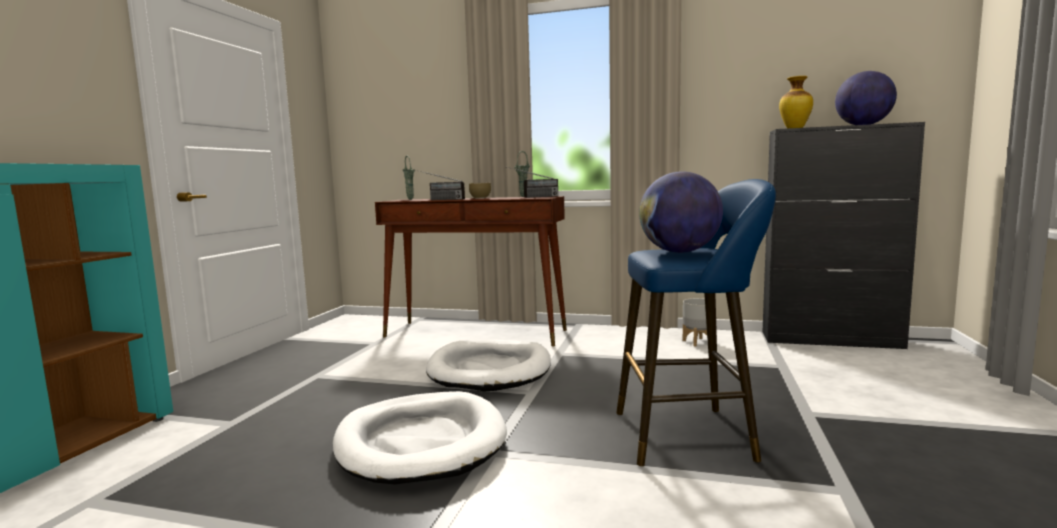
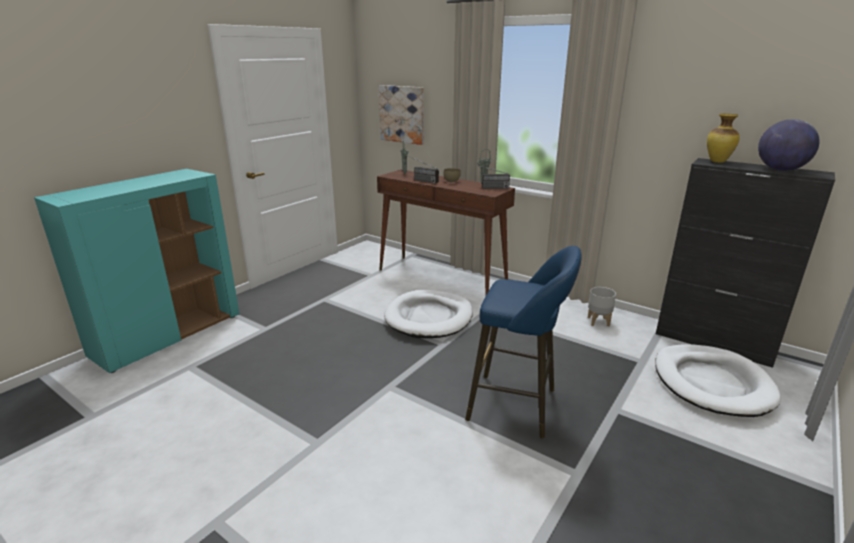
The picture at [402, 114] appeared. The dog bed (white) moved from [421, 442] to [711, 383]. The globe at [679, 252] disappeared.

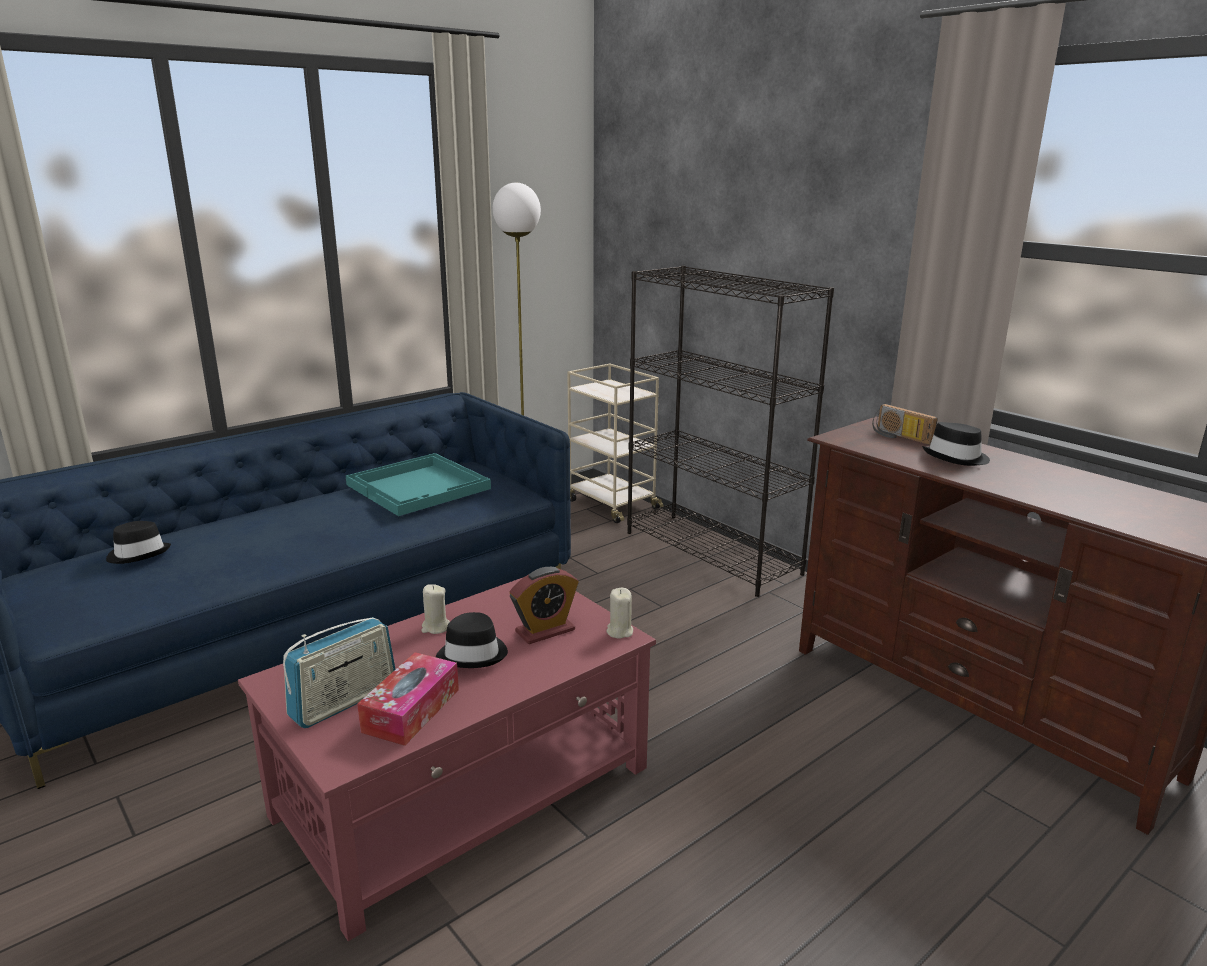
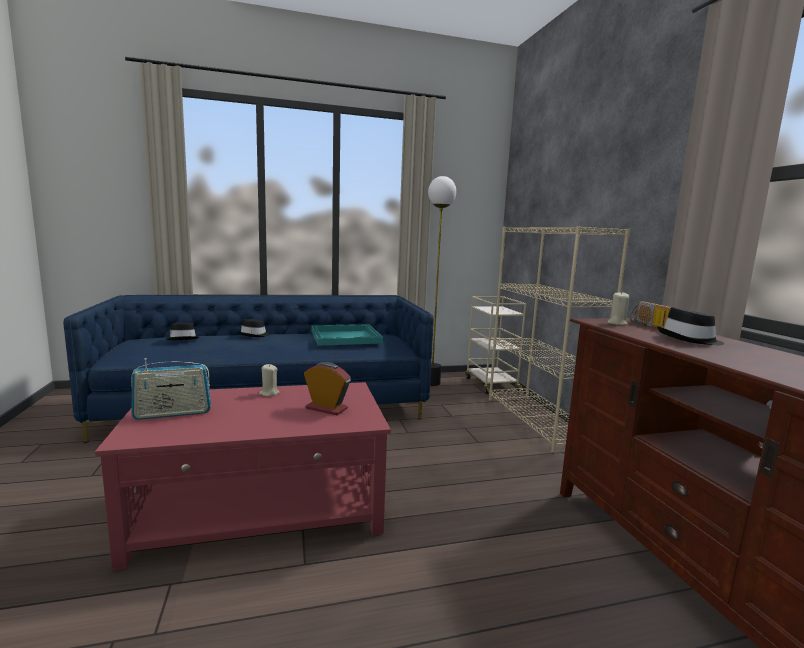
The hat (black) moved from [473, 654] to [254, 335]. The alarm clock at [545, 631] turned 150 degrees counterclockwise. The bookcase (black) at [713, 553] became the bookcase (beige) at [538, 421]. The candle (beige) moved from [619, 631] to [617, 323]. The tissue box at [411, 710] disappeared.

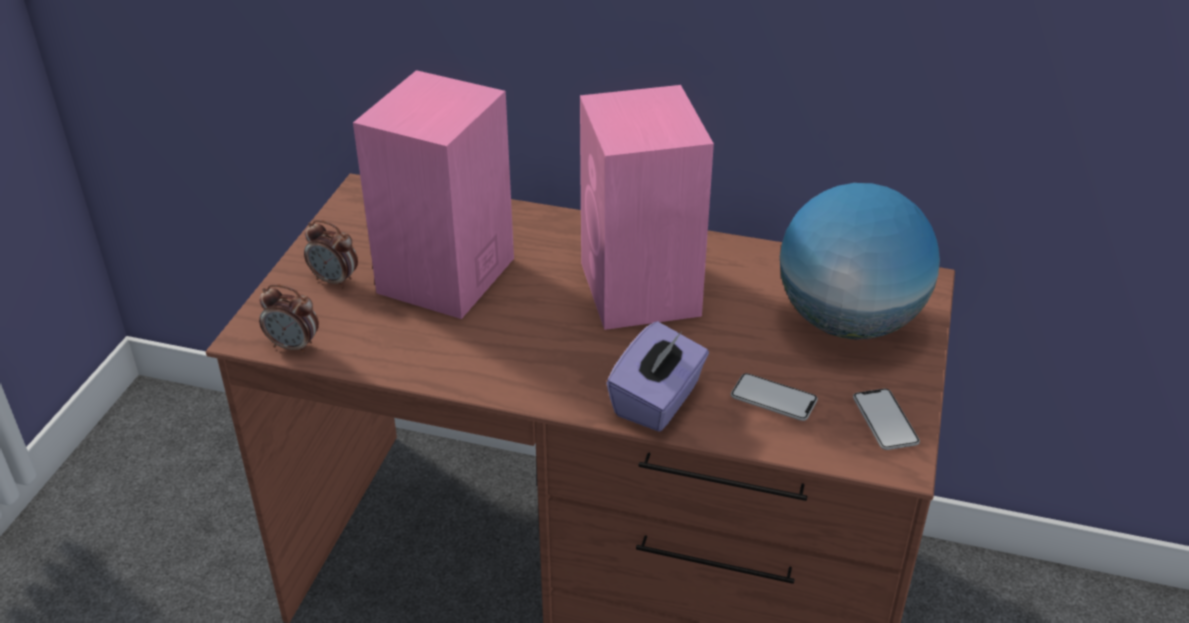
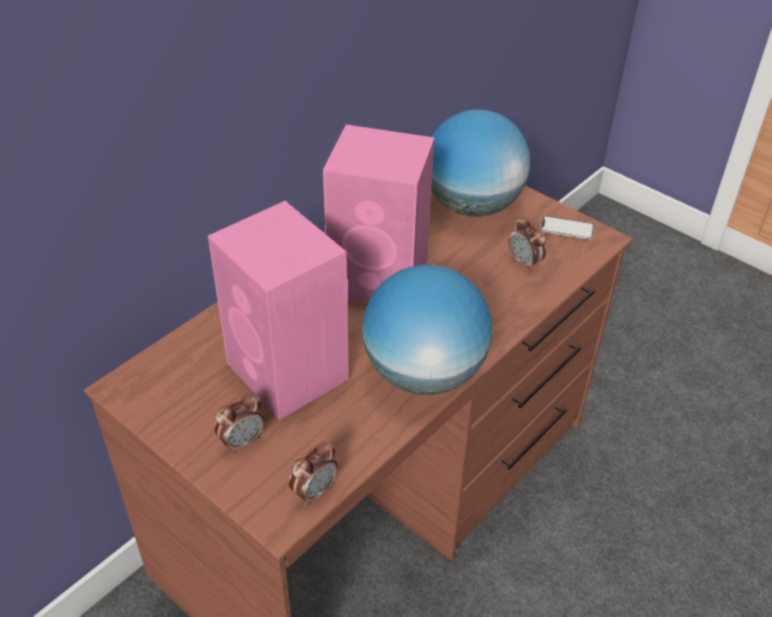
The globe at [424, 373] appeared. The phone at [773, 398] was replaced by the alarm clock at [524, 262]. The tissue box (purple) at [658, 401] disappeared.

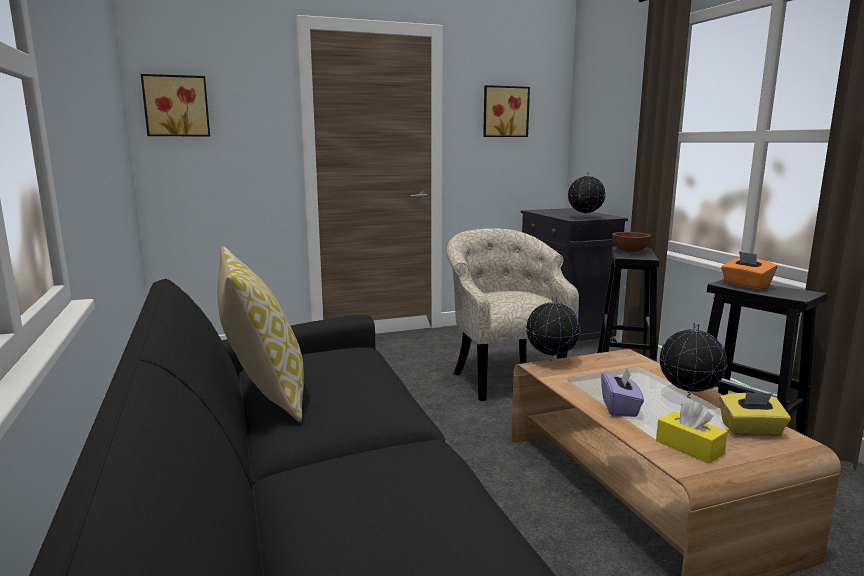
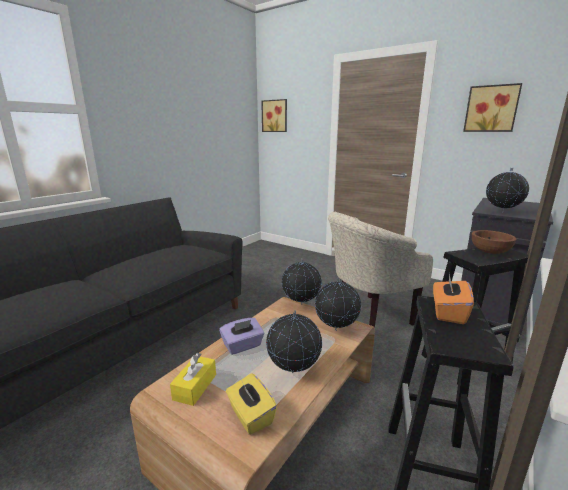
The globe at [336, 329] appeared. The armchair (beige) at [502, 378] turned 150 degrees counterclockwise. The pillow at [264, 394] disappeared.

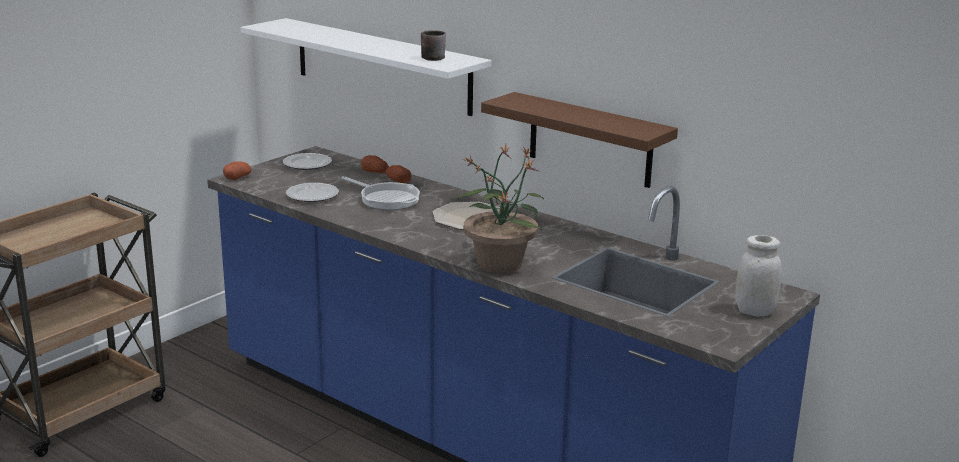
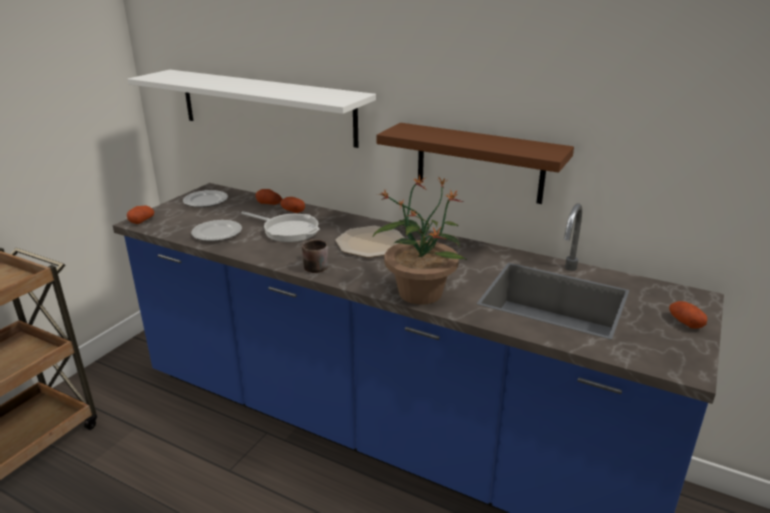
The mug (brown) moved from [430, 57] to [313, 266]. The jar (white) at [754, 311] was replaced by the potato at [685, 323].

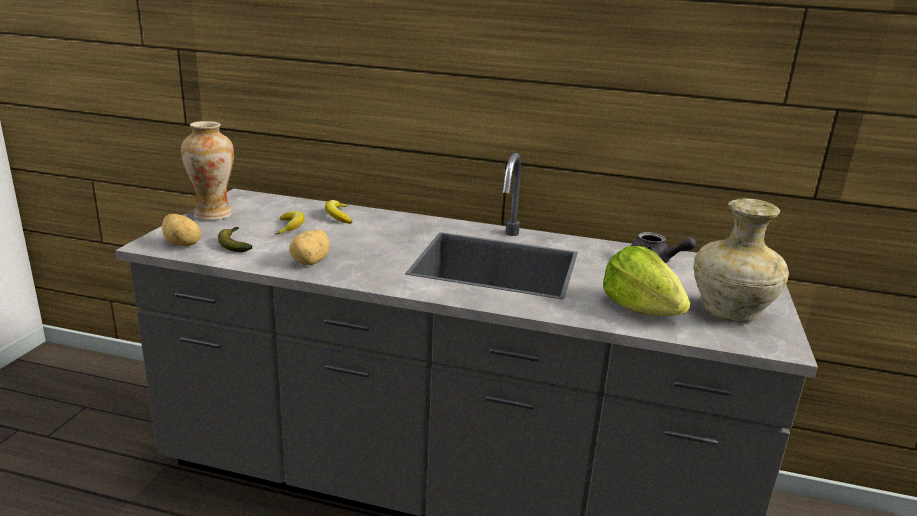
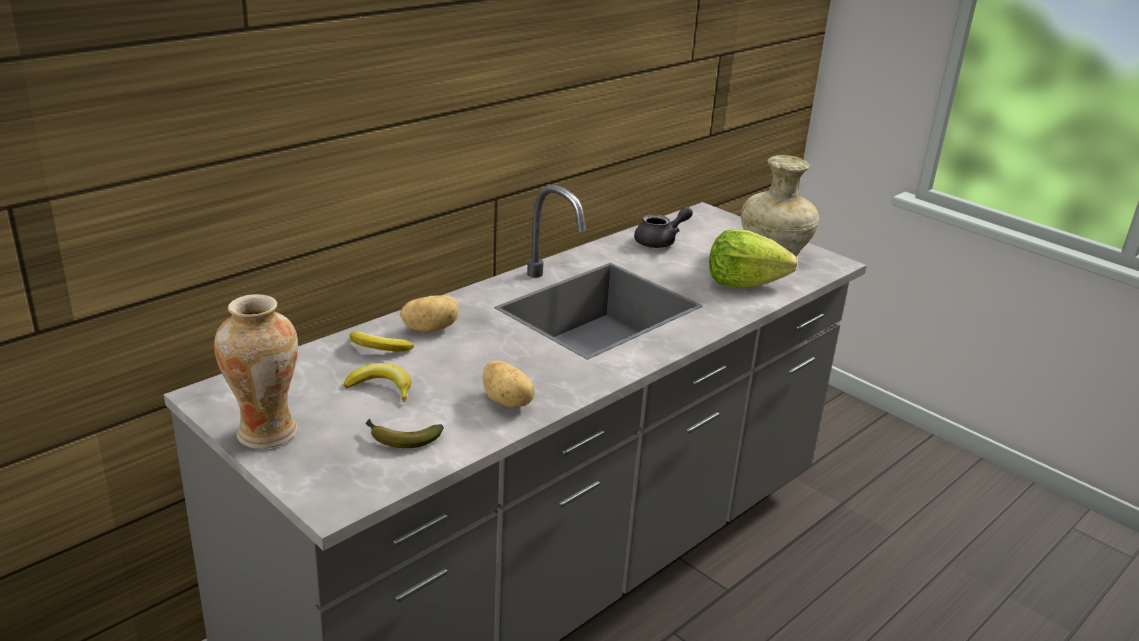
The potato moved from [182, 244] to [430, 329].

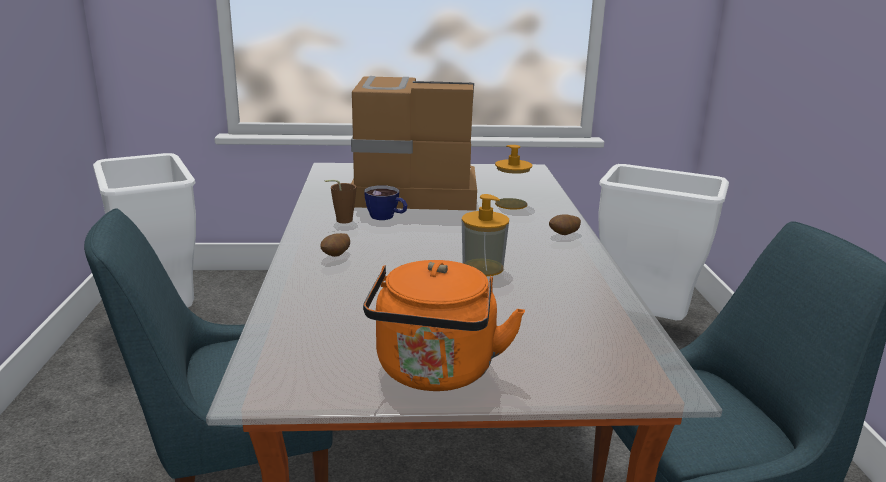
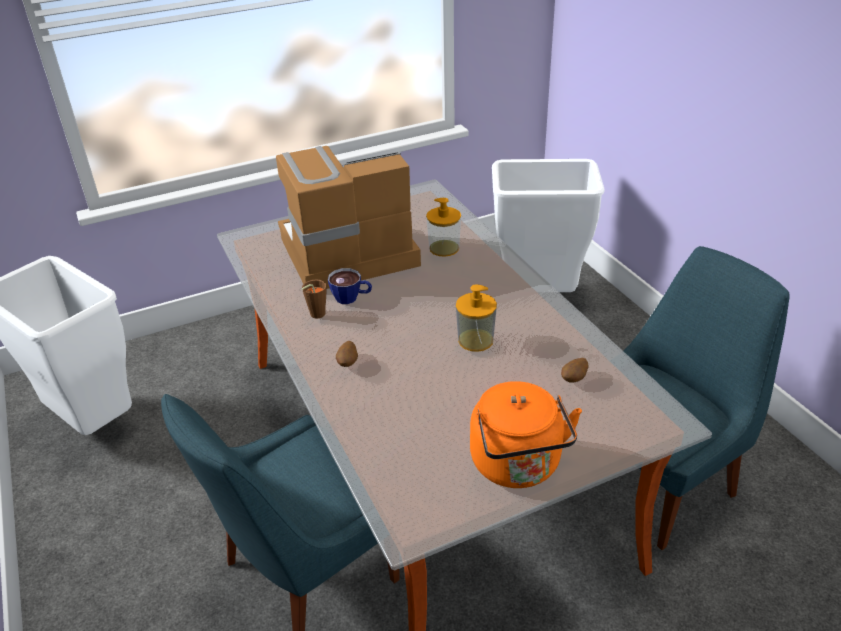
The potato moved from [564, 235] to [574, 379].

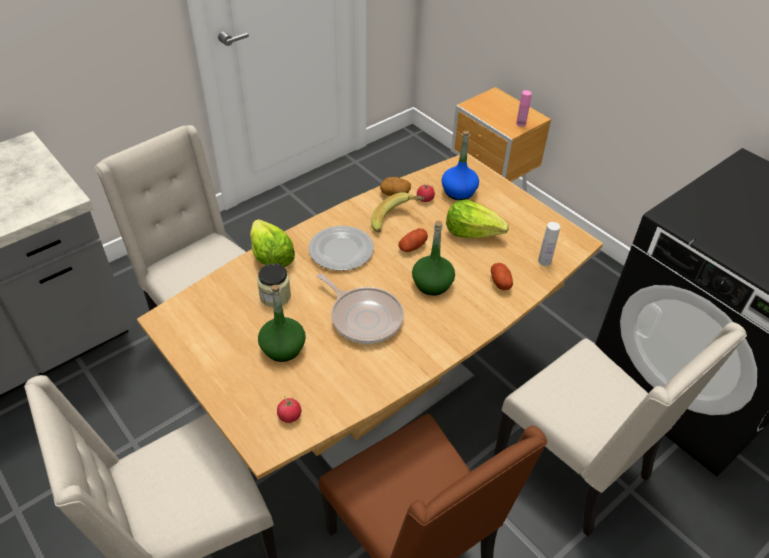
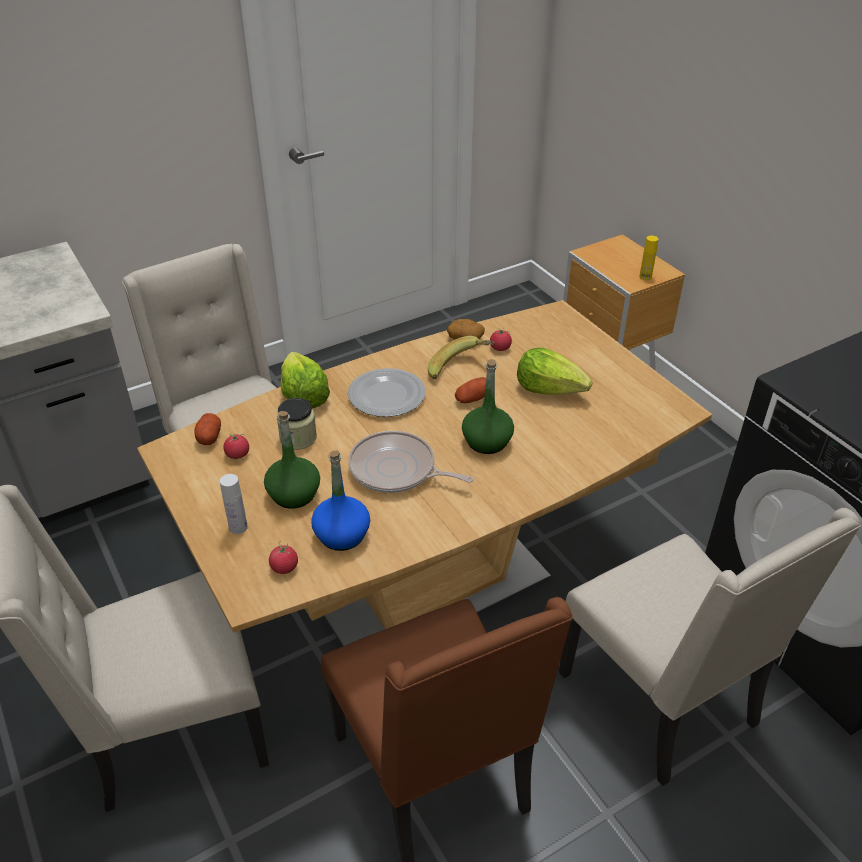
The potato moved from [500, 282] to [209, 436]. The bottle (white) moved from [544, 261] to [238, 527]. The tomato at [237, 454] appeared. The bottle (blue) moved from [458, 192] to [341, 535]. The frying pan at [364, 317] turned 150 degrees clockwise. The bottle (pink) at [521, 123] became the bottle (yellow) at [645, 277].

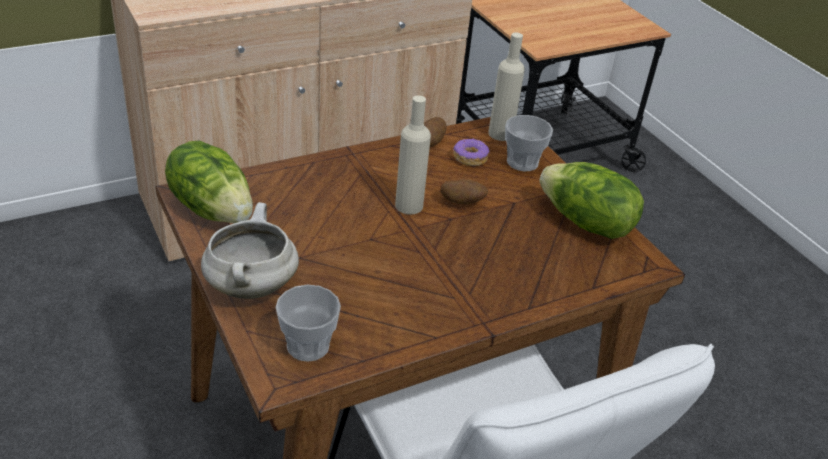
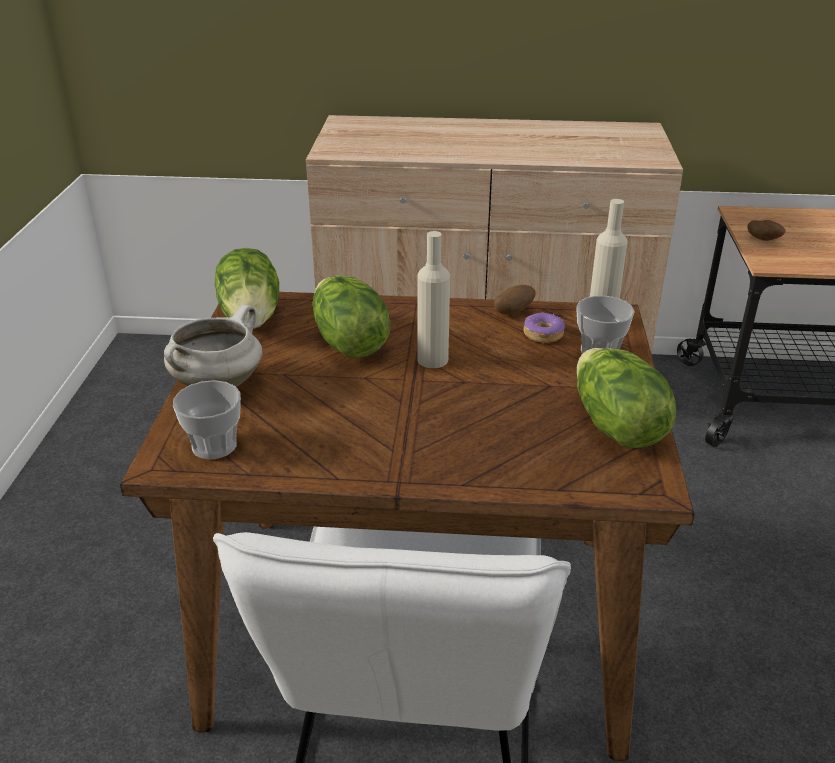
The lettuce at [348, 343] appeared. The potato moved from [462, 203] to [763, 240].

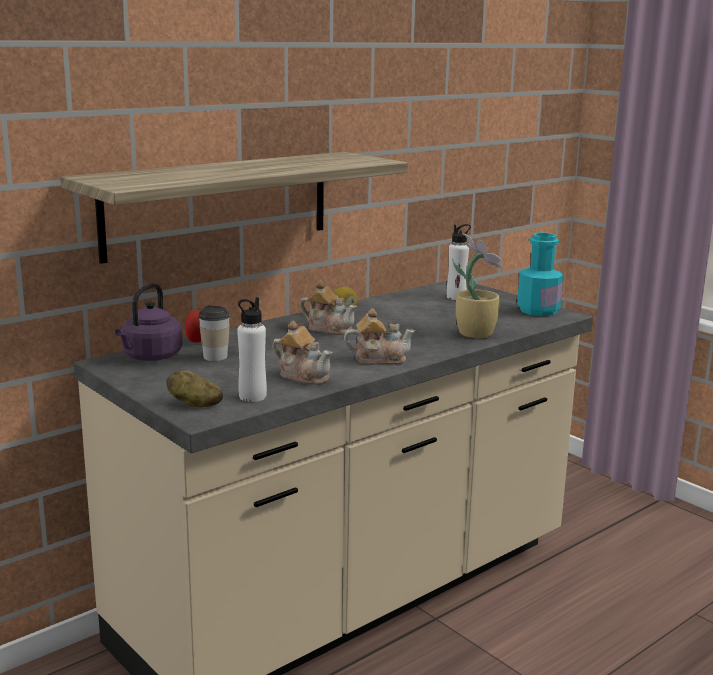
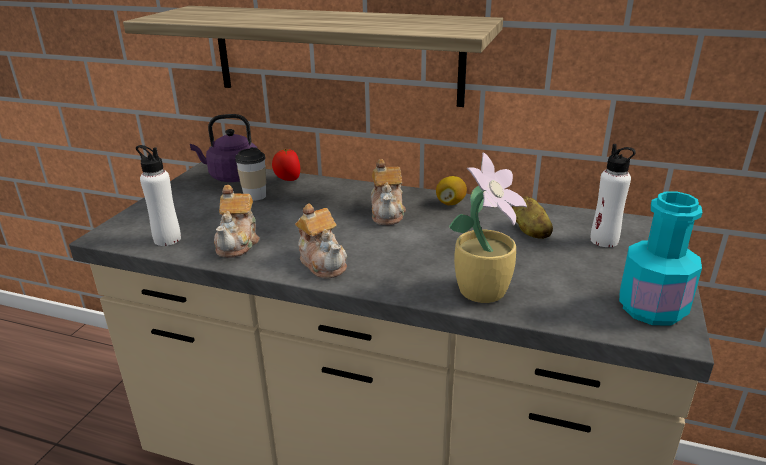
The potato moved from [194, 404] to [529, 230].

